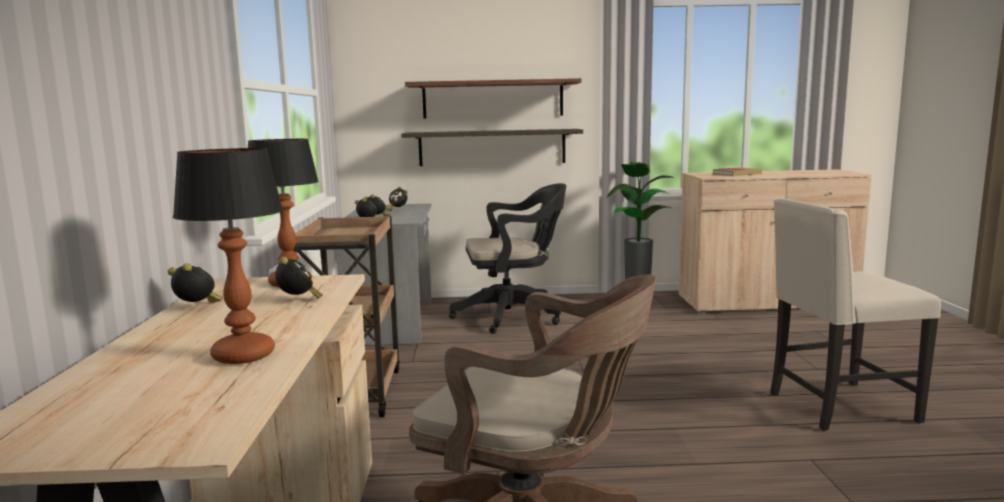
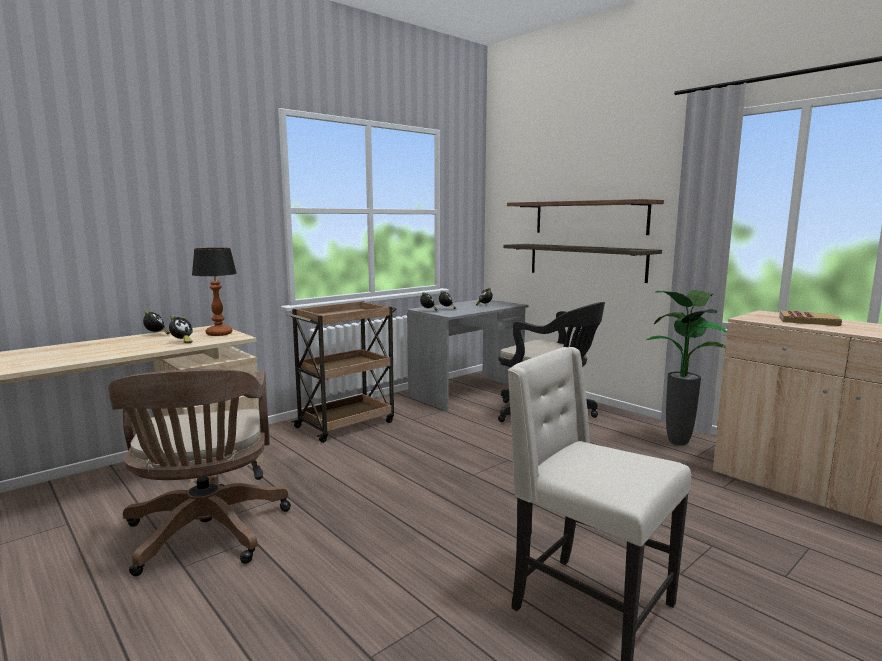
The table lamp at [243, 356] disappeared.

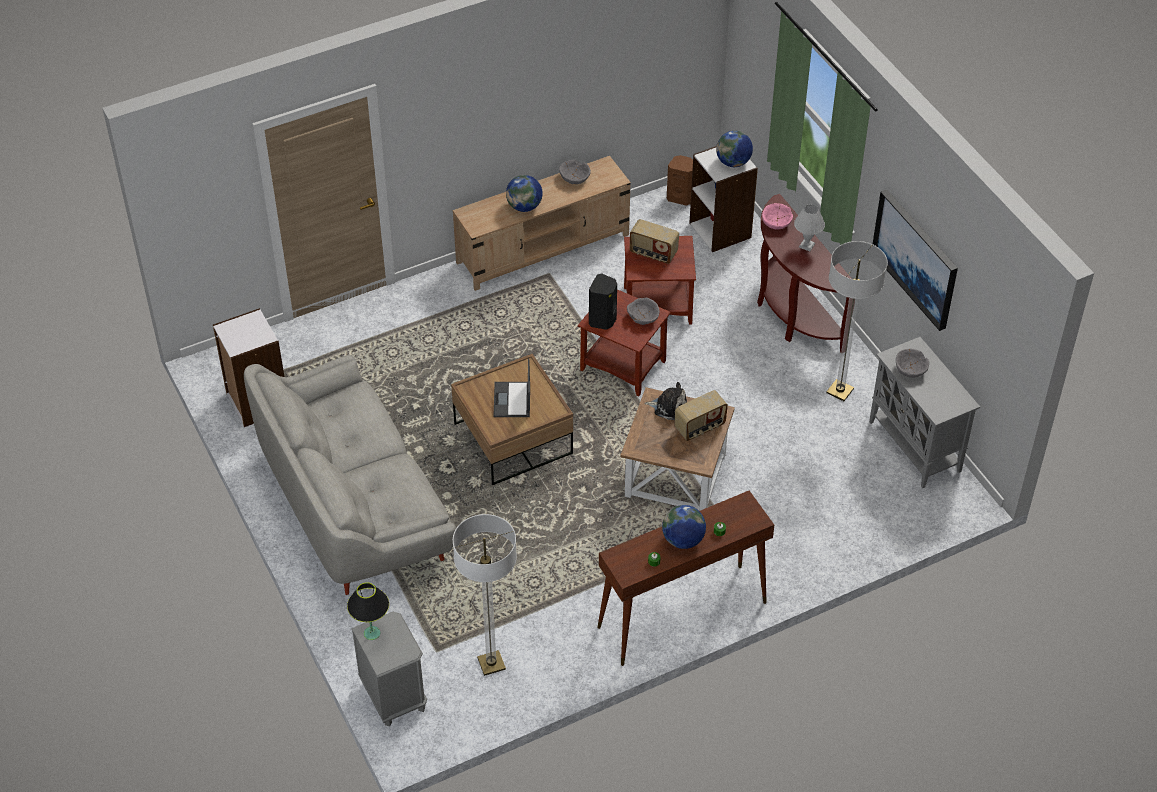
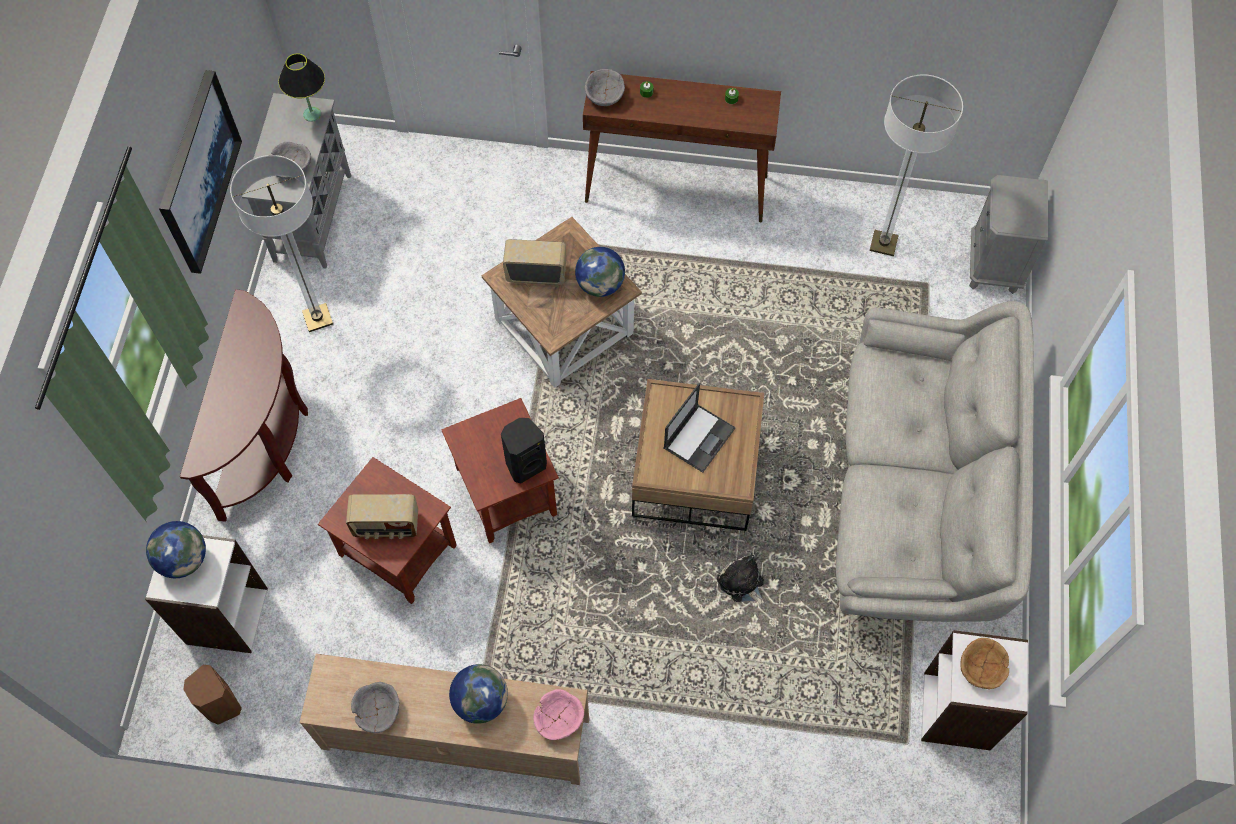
The table lamp (black) moved from [372, 633] to [312, 114]. The radio at [653, 253] turned 120 degrees clockwise. The bowl (pink) moved from [776, 222] to [559, 718]. The globe moved from [683, 540] to [600, 284]. The bowl (grey) moved from [643, 317] to [604, 95]. The plush toy moved from [668, 406] to [741, 583]. The bowl (brown) at [981, 668] appeared. The table lamp (white) at [807, 245] disappeared.

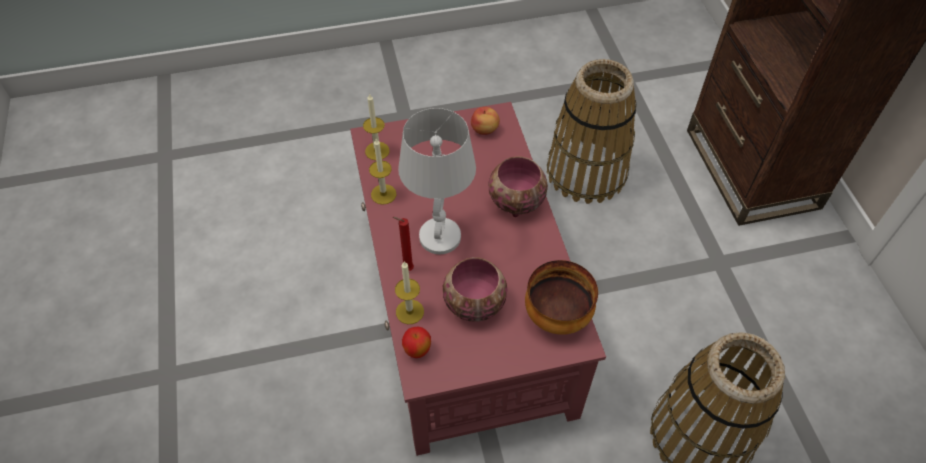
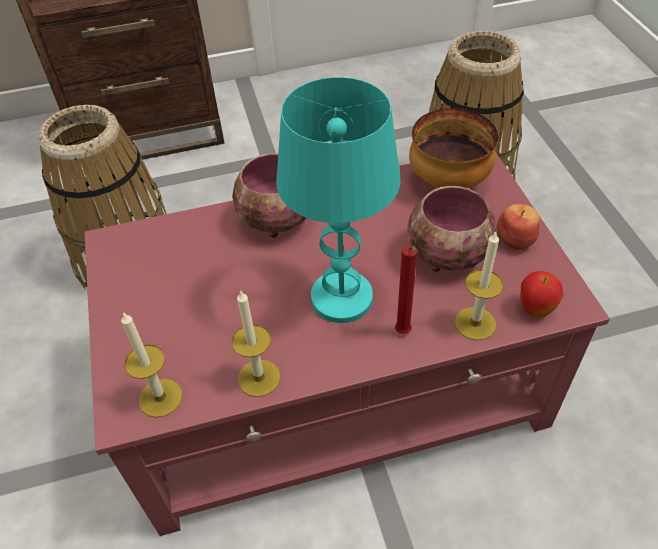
The table lamp (white) at [439, 236] became the table lamp (turquoise) at [341, 298]. The apple moved from [485, 130] to [516, 239].

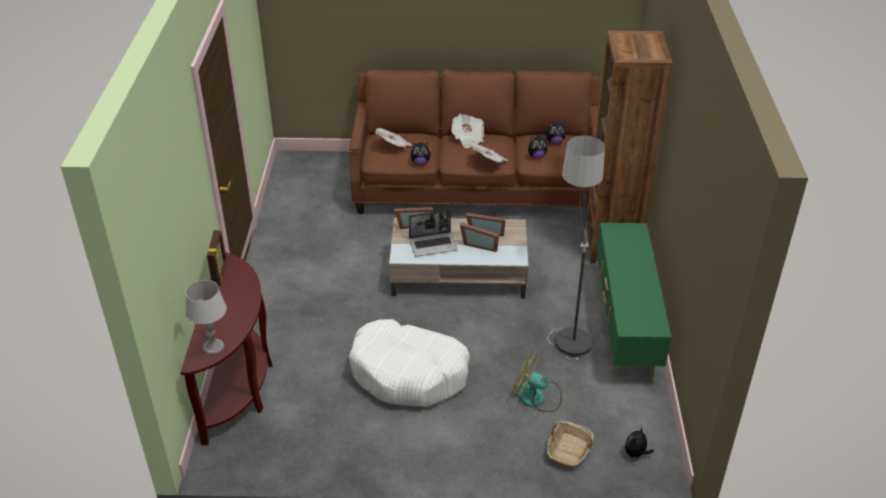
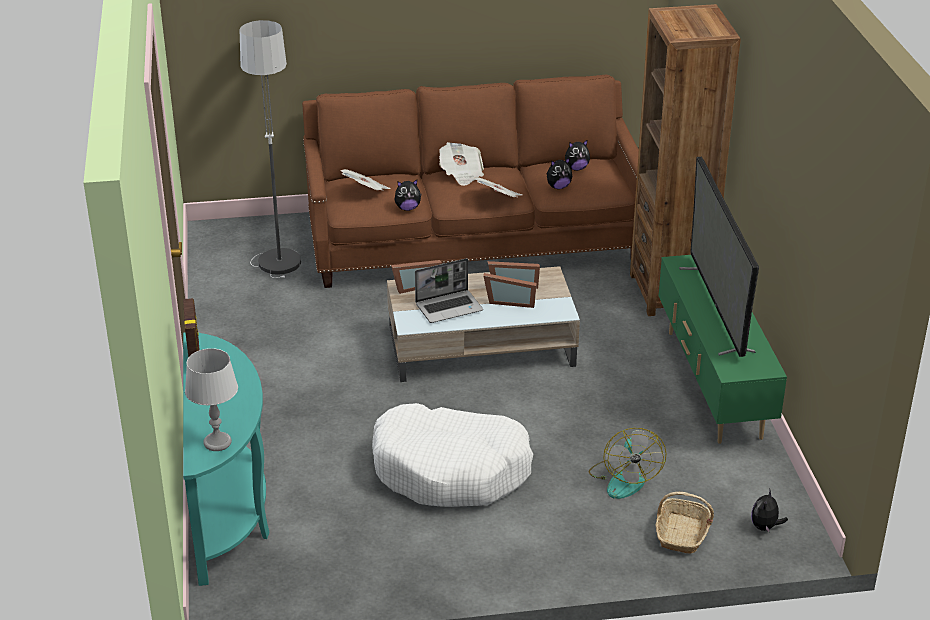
The console table (brown) at [239, 386] became the console table (turquoise) at [229, 511]. The floor lamp moved from [569, 323] to [276, 246]. The fan at [537, 397] turned 105 degrees counterclockwise. The television at [716, 308] appeared.

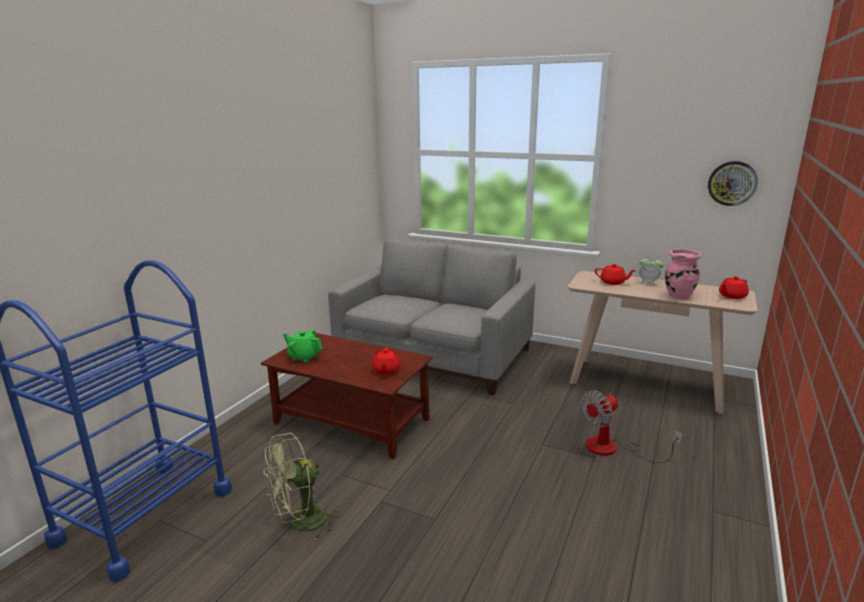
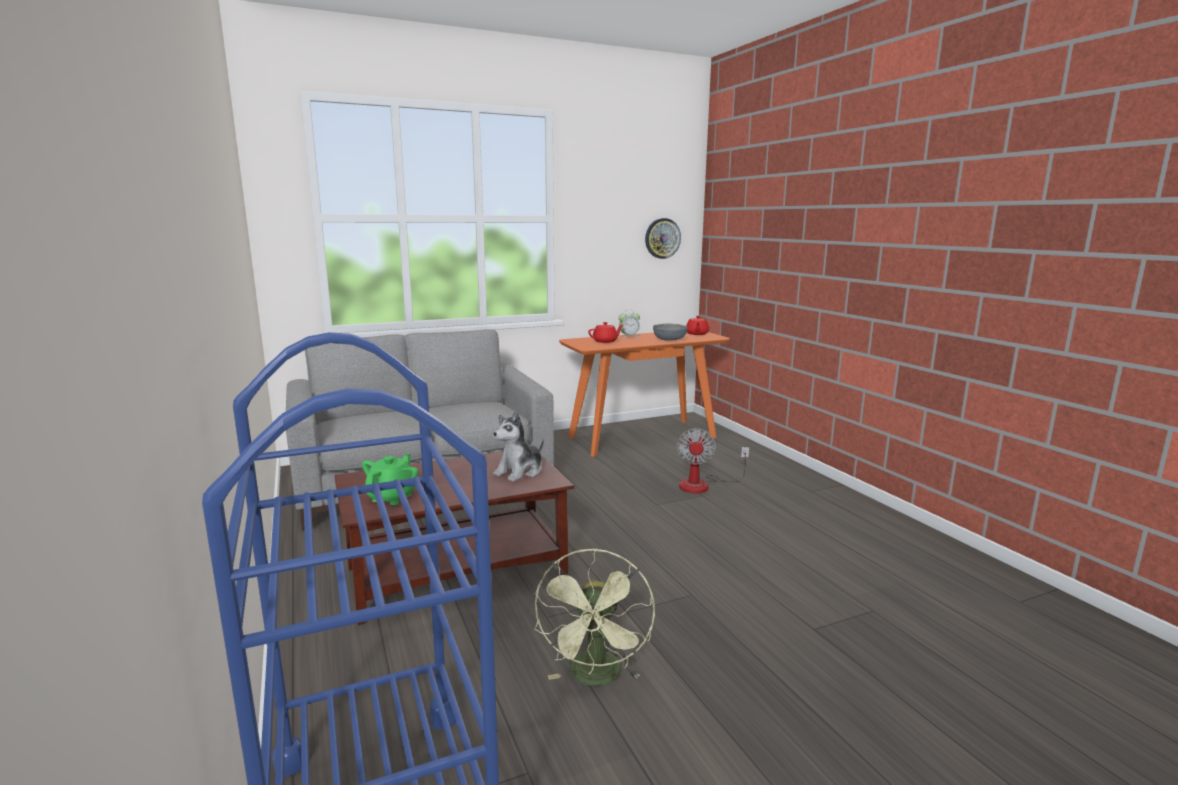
The teapot (green) at [304, 357] turned 135 degrees clockwise. The teapot (red) at [386, 370] was replaced by the plush toy at [520, 472]. The console table (beige) at [646, 383] became the console table (orange) at [642, 437]. The vase (pink) at [678, 296] was replaced by the bowl (grey) at [669, 340].

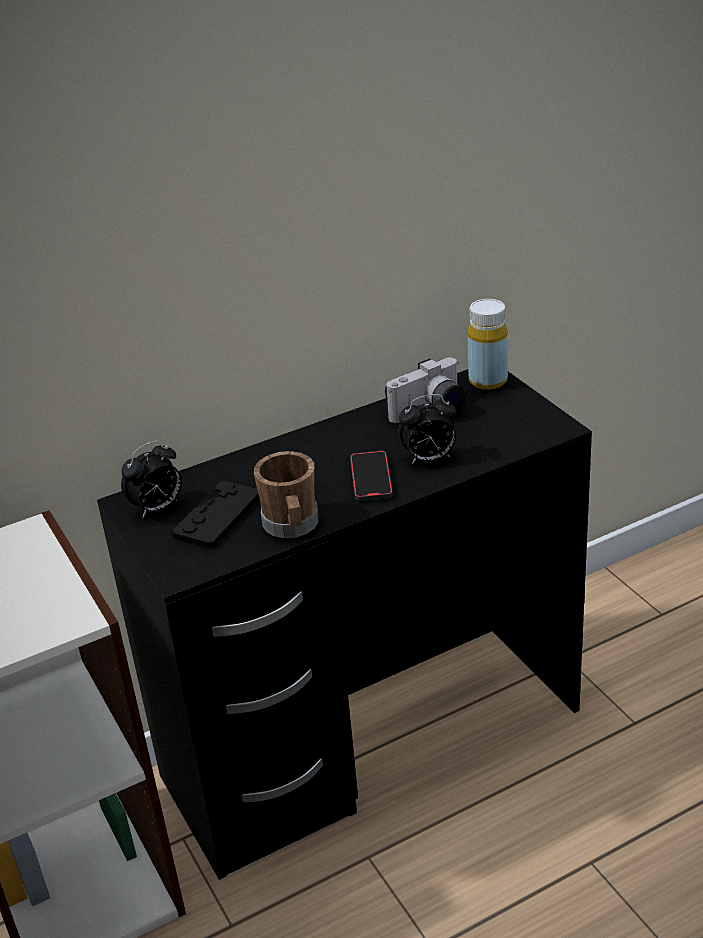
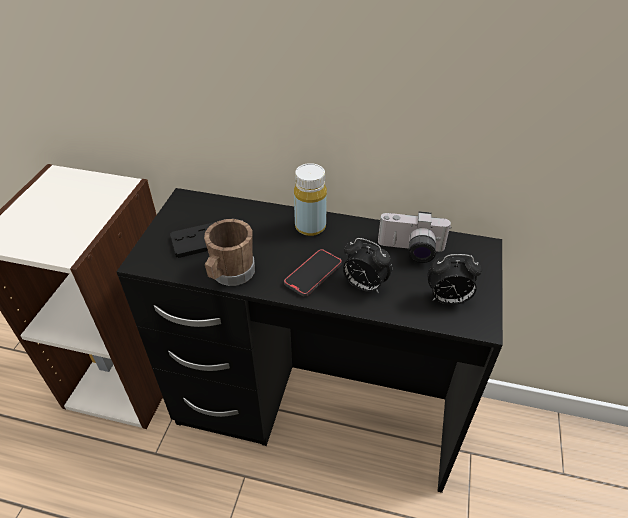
The bottle (yellow) moved from [488, 381] to [310, 227]. The alarm clock moved from [157, 509] to [447, 299].

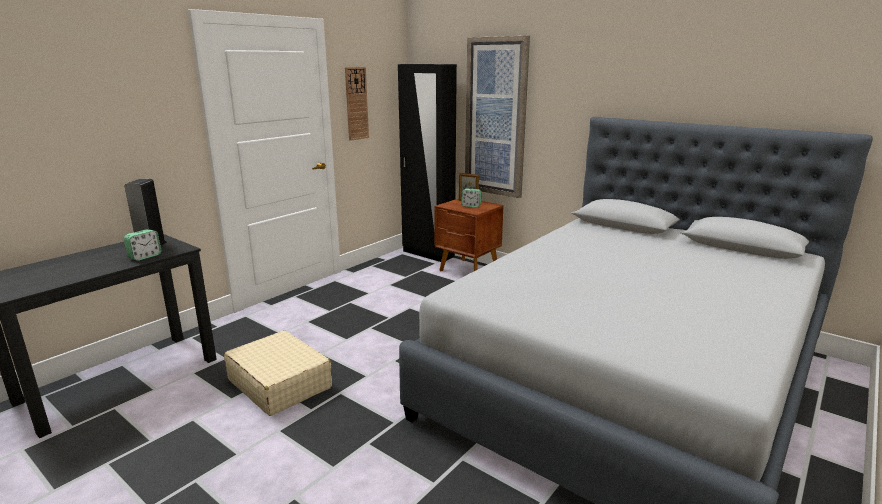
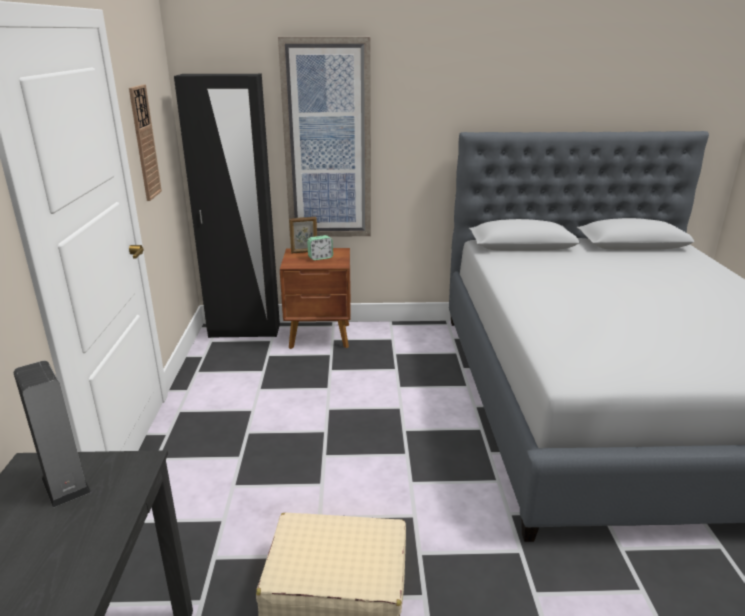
The alarm clock at [145, 256] disappeared.

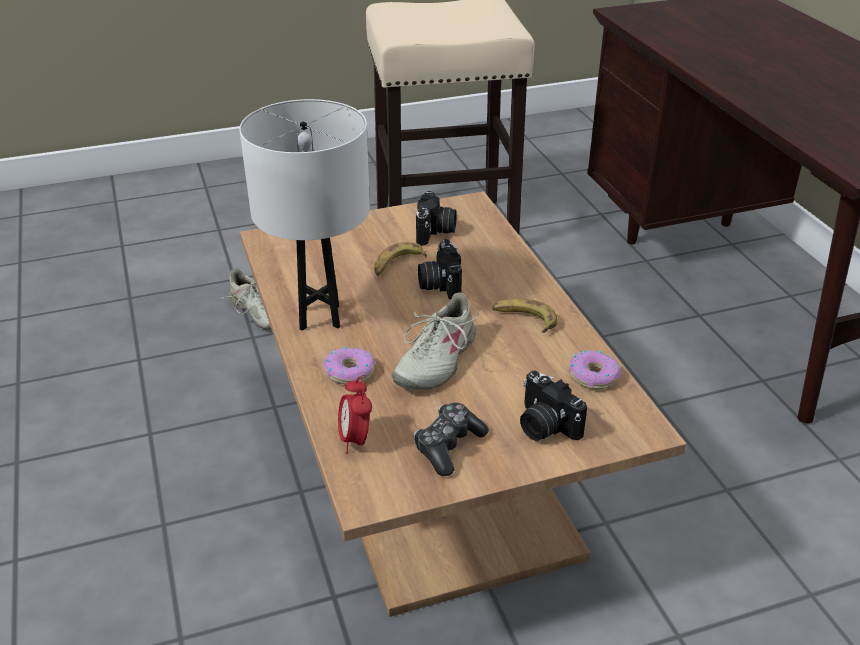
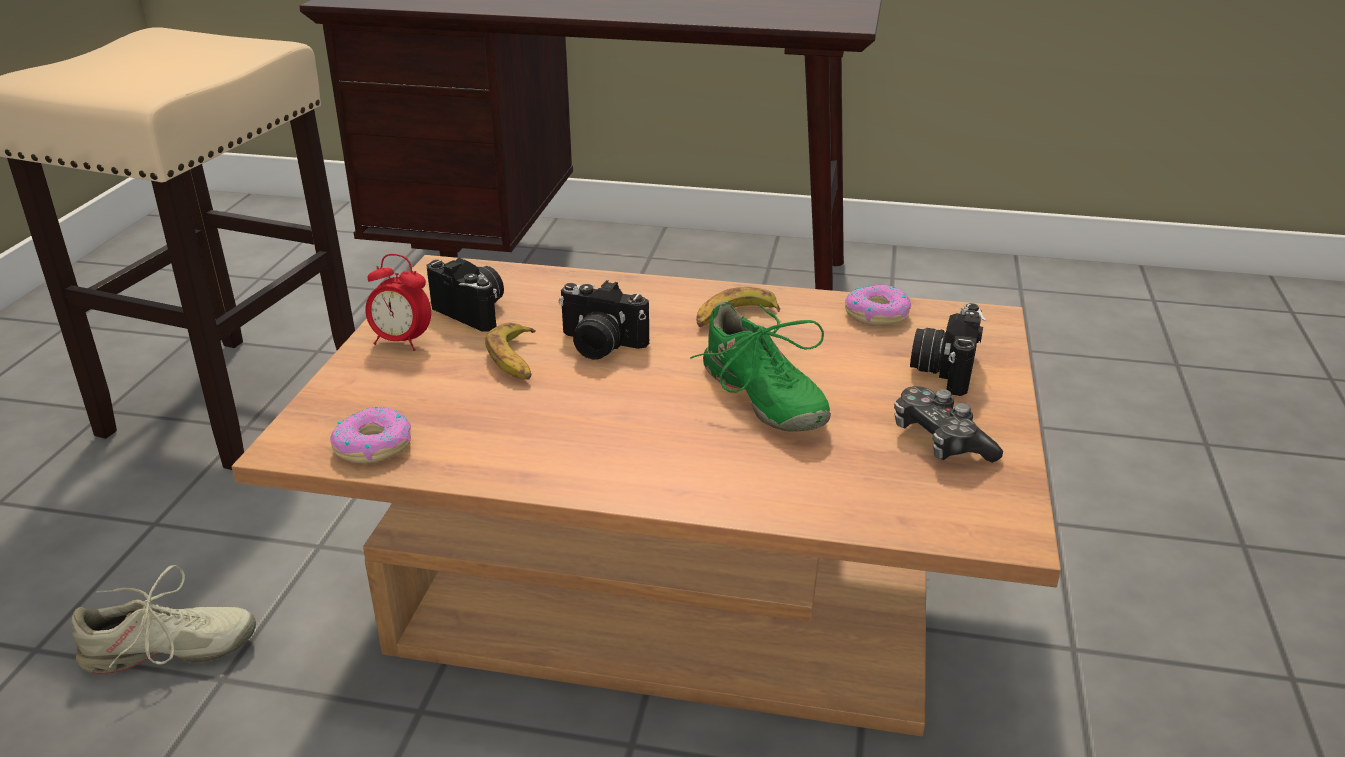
The donut moved from [349, 372] to [373, 445]. The alarm clock moved from [355, 440] to [401, 342]. The shoe (beige) at [435, 360] became the shoe (green) at [761, 397]. The photo camera at [544, 426] turned 120 degrees clockwise. The table lamp (white) at [319, 317] disappeared.

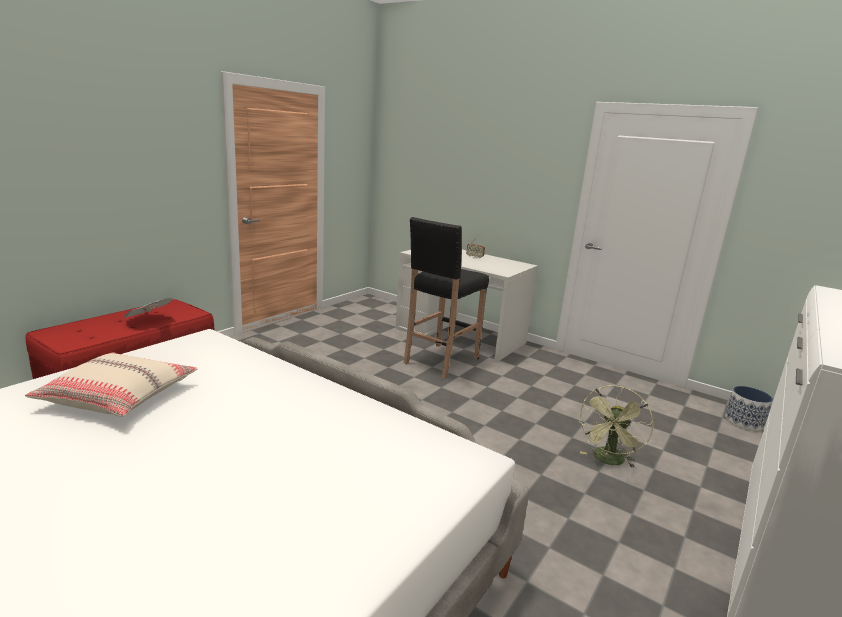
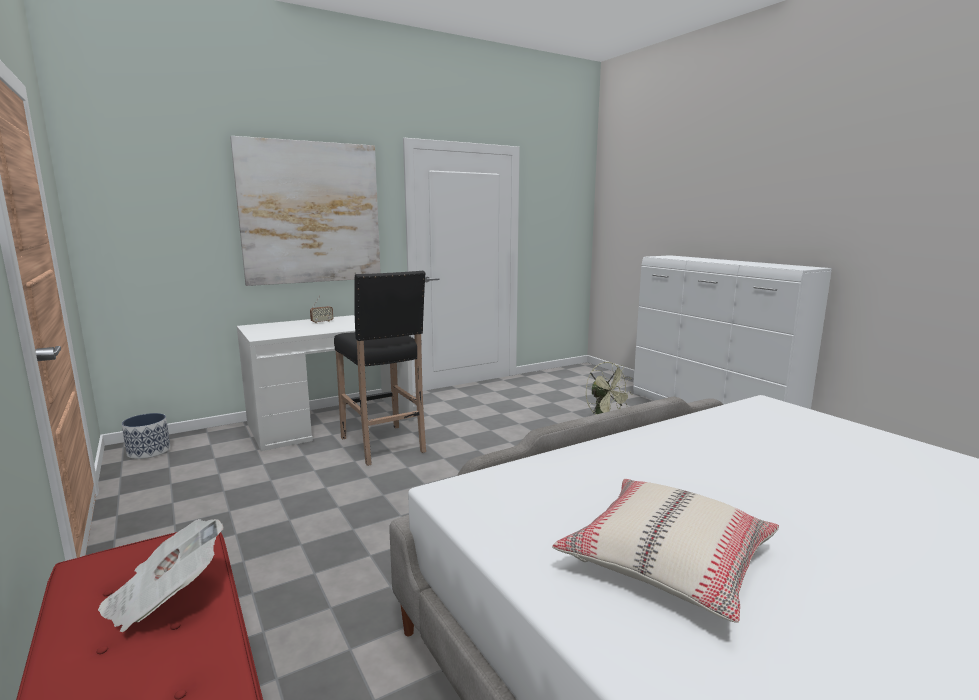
The planter moved from [744, 421] to [149, 451]. The picture at [311, 213] appeared.

